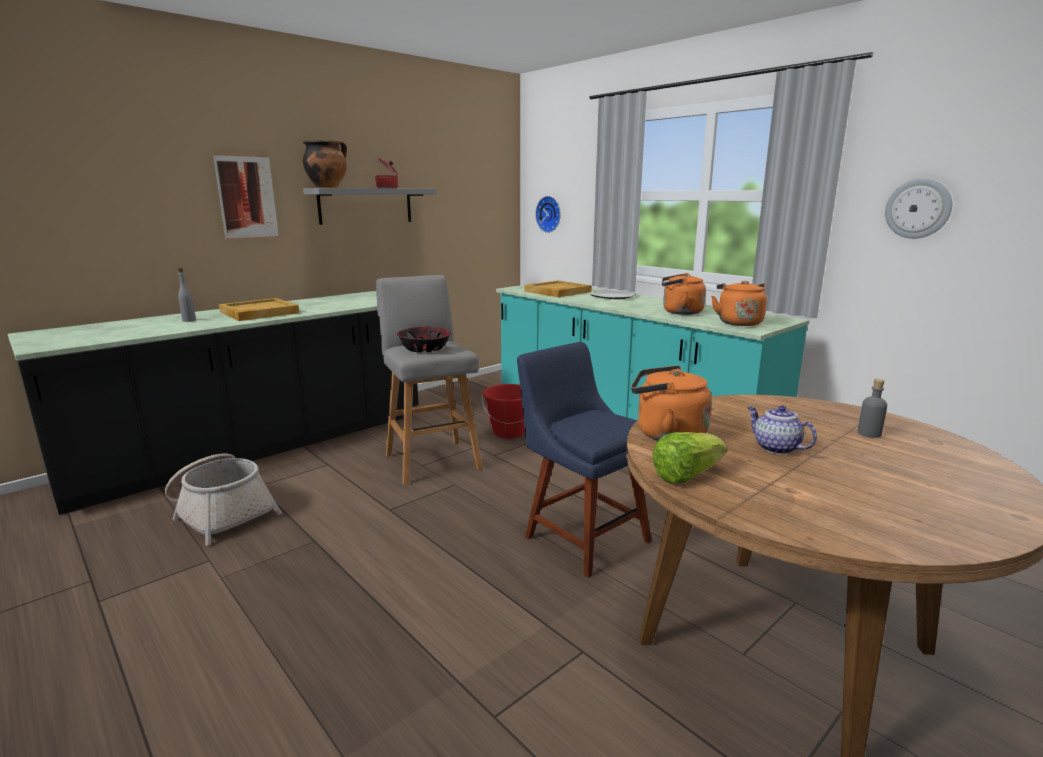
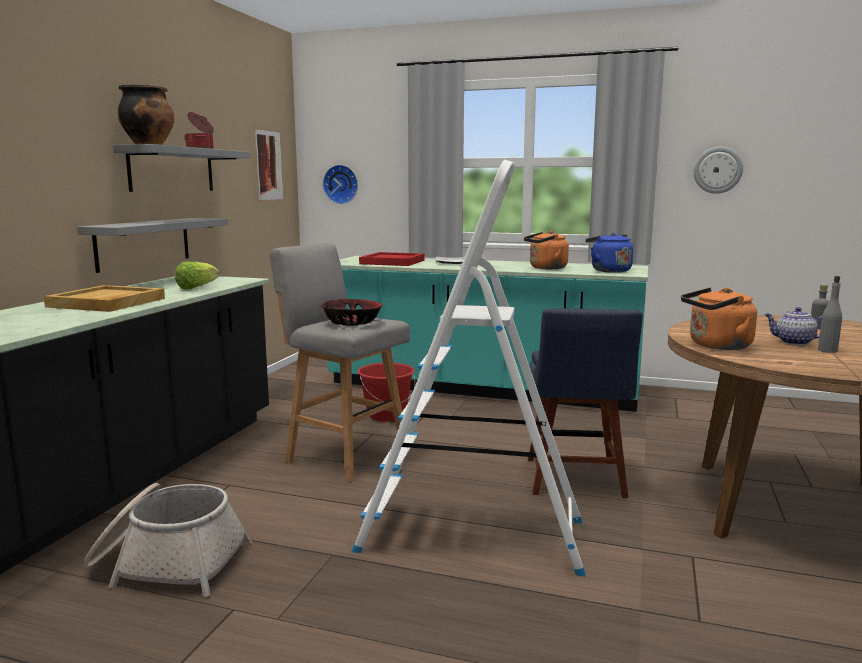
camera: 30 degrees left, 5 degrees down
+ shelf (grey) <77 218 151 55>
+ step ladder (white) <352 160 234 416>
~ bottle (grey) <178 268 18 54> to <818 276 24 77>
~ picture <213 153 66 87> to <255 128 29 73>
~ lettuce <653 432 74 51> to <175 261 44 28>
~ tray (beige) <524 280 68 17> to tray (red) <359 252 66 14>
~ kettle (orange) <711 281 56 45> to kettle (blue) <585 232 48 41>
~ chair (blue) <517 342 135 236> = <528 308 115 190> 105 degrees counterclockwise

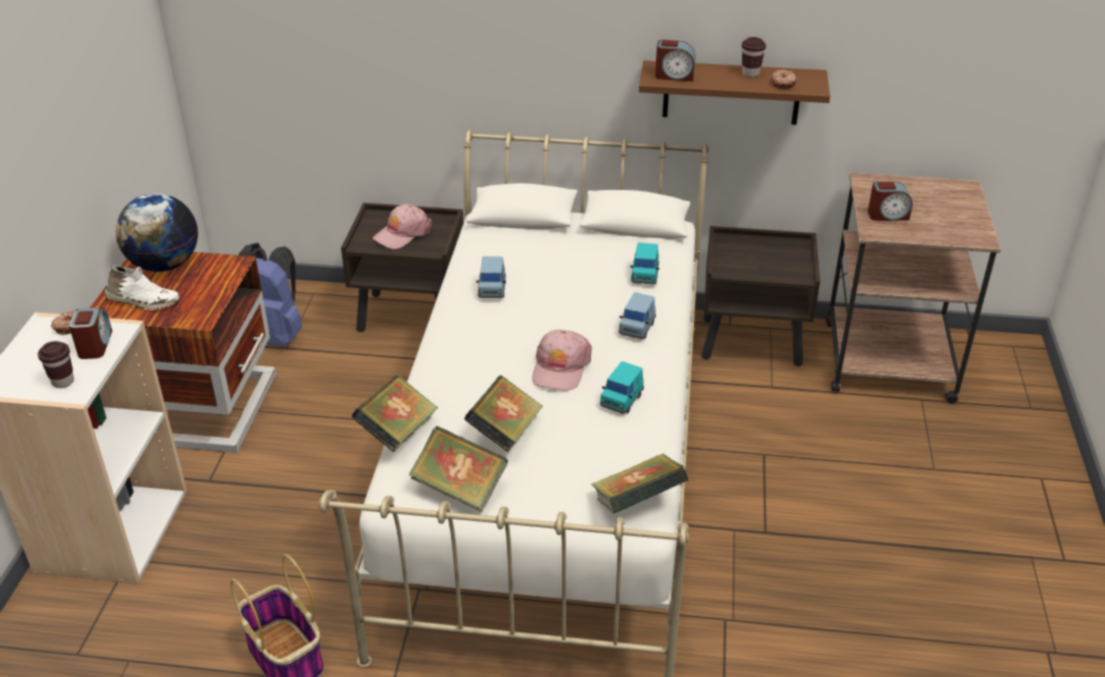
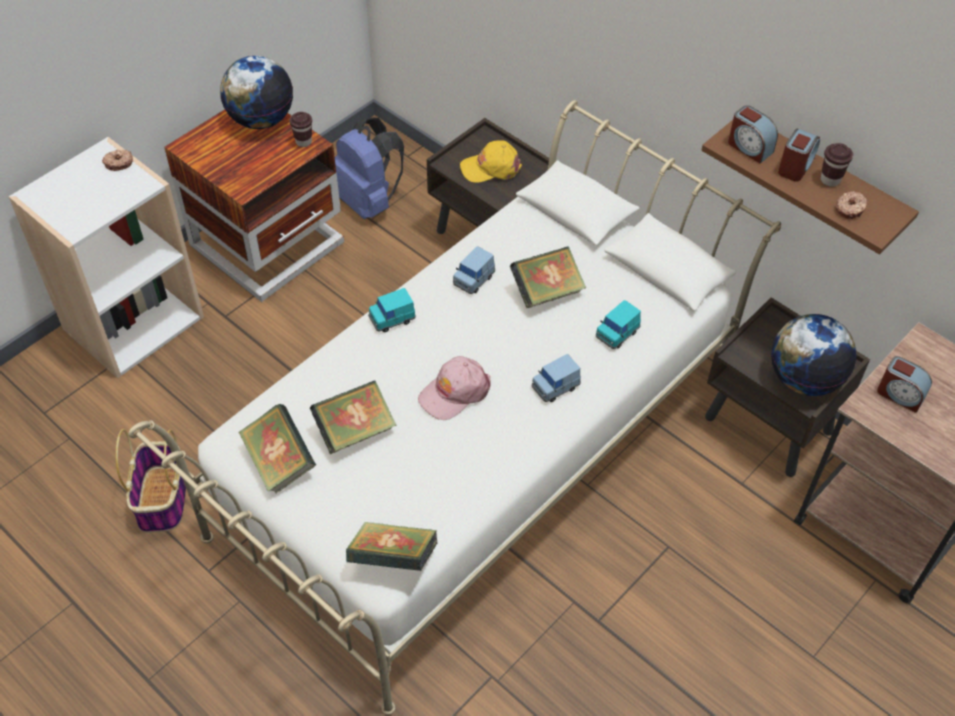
camera: 35 degrees right, 15 degrees up
- shoe (white) <104 265 75 45>
+ globe <771 314 85 82>
~ cup (brown) <38 341 36 47> to <290 112 22 35>
~ alarm clock <69 308 43 51> to <778 129 42 53>
~ book <352 375 86 77> to <510 246 76 62>
~ toy car (turquoise) <600 361 44 52> to <368 288 48 44>
~ cap (pink) <373 204 59 45> to cap (yellow) <460 140 62 43>

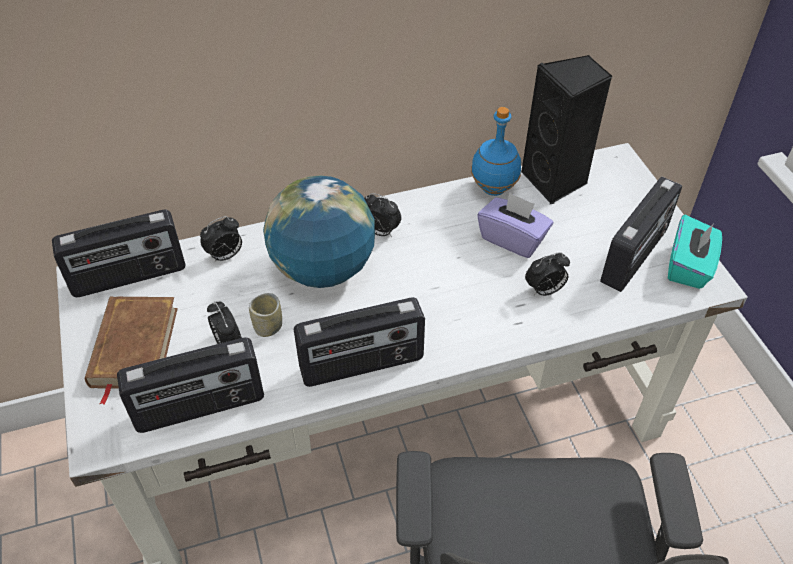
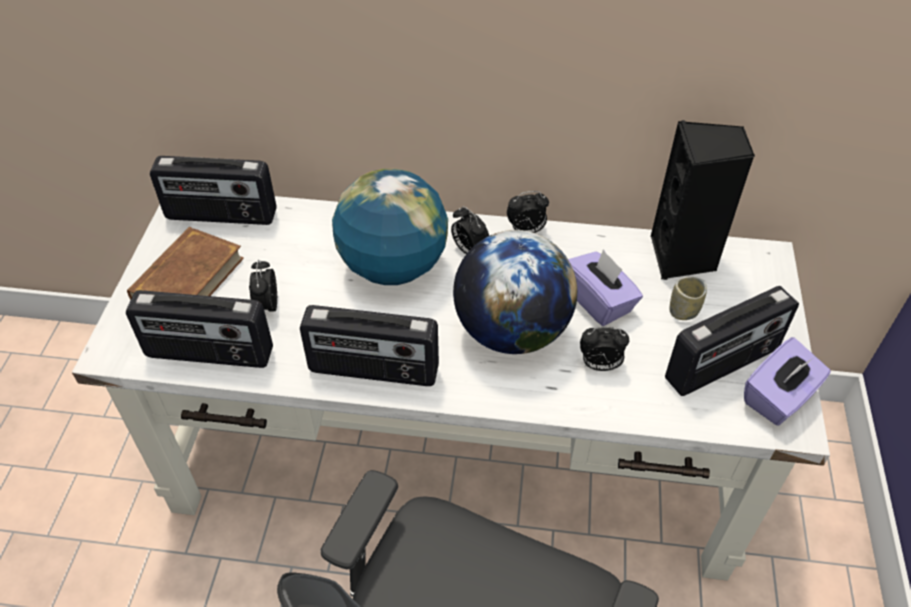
camera: 25 degrees right, 0 degrees up
- bottle (blue) <471 107 50 89>
+ globe <453 230 124 124>
~ alarm clock <200 216 42 47> to <507 191 42 42>
~ cup <249 293 33 44> to <670 277 37 43>
~ tissue box (turquoise) <668 215 54 74> to tissue box (purple) <744 337 87 88>

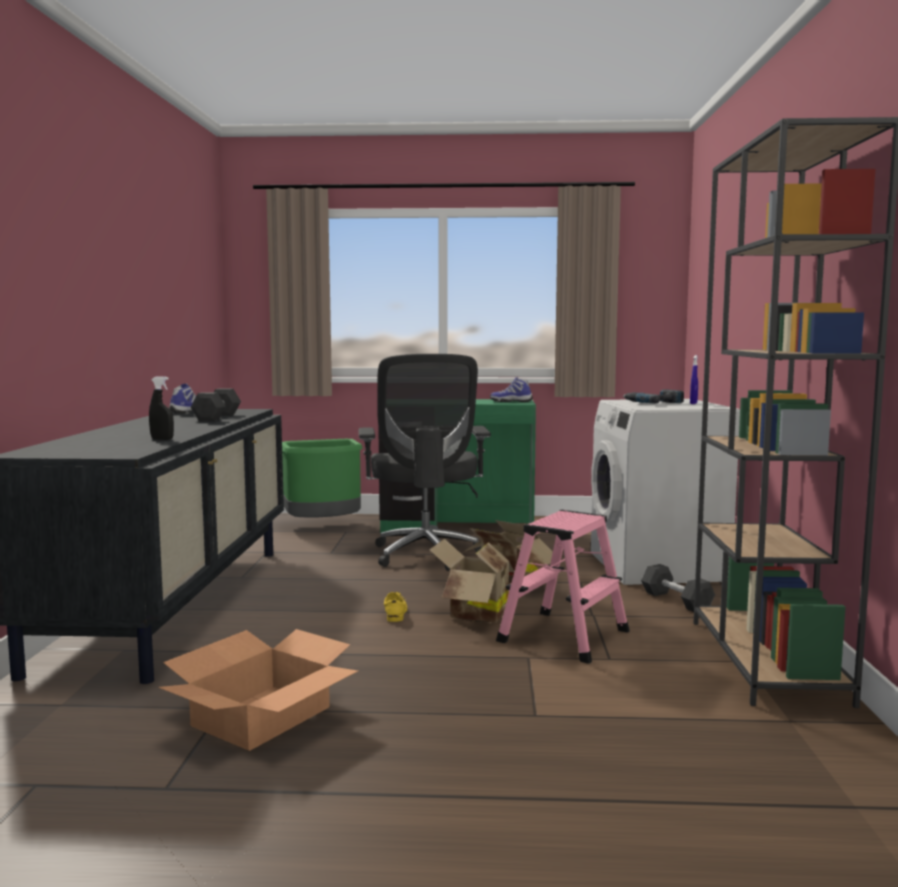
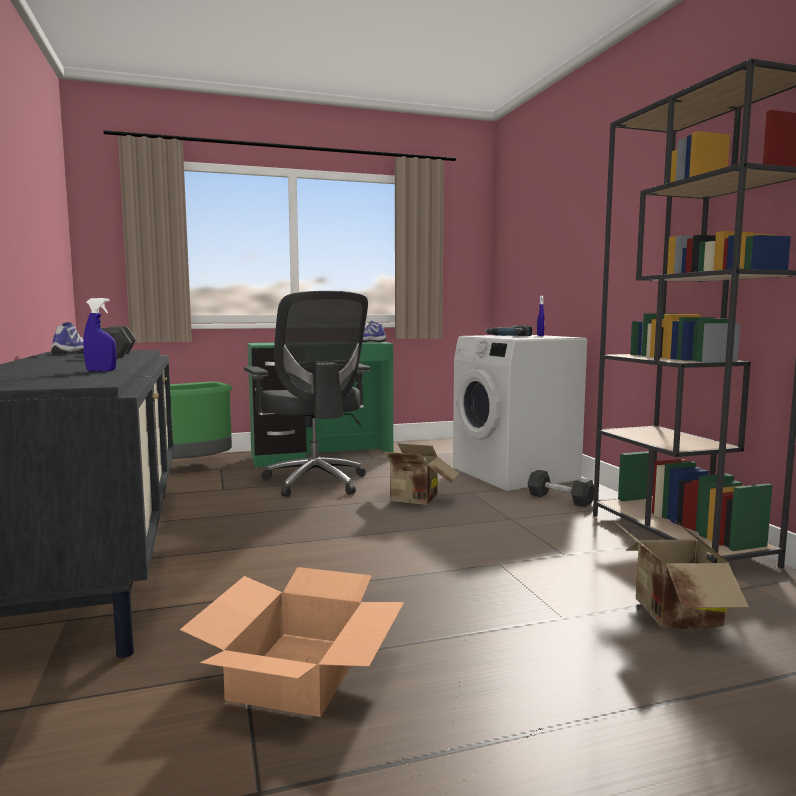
camera: 20 degrees left, 0 degrees up
- shoe (yellow) <384 592 23 30>
- step ladder (pink) <496 509 134 155>
~ cardboard box <429 539 86 84> to <612 519 137 111>
~ spray bottle (black) <149 376 25 64> to spray bottle (blue) <83 298 34 73>

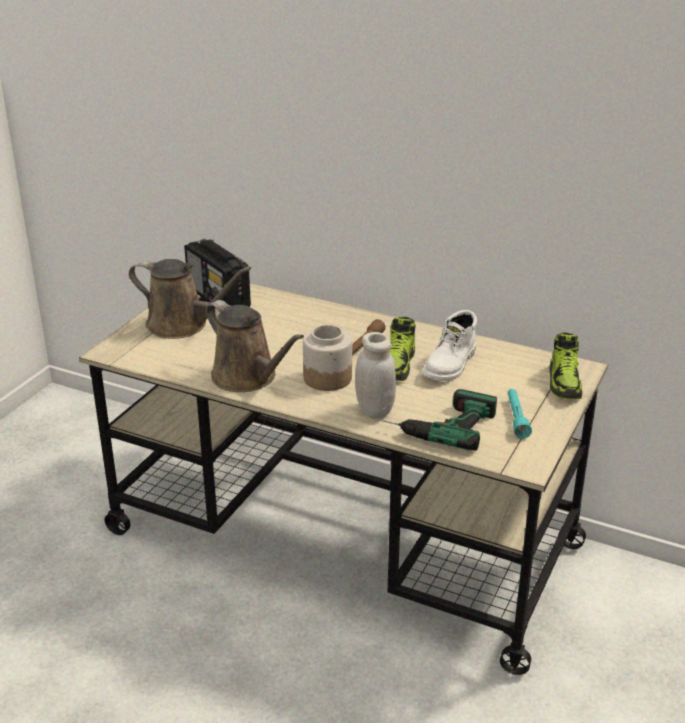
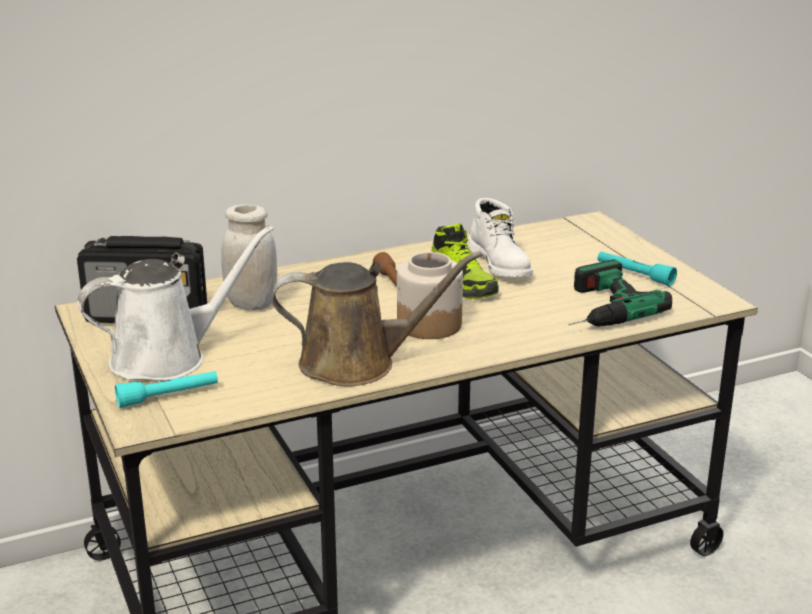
camera: 50 degrees left, 5 degrees down
- shoe <549 332 33 67>
+ flashlight (turquoise) <115 371 103 37>
~ jar (white) <355 332 41 87> to <221 204 56 106>
~ watering can (brown) <129 259 122 80> to watering can (white) <77 225 197 156>

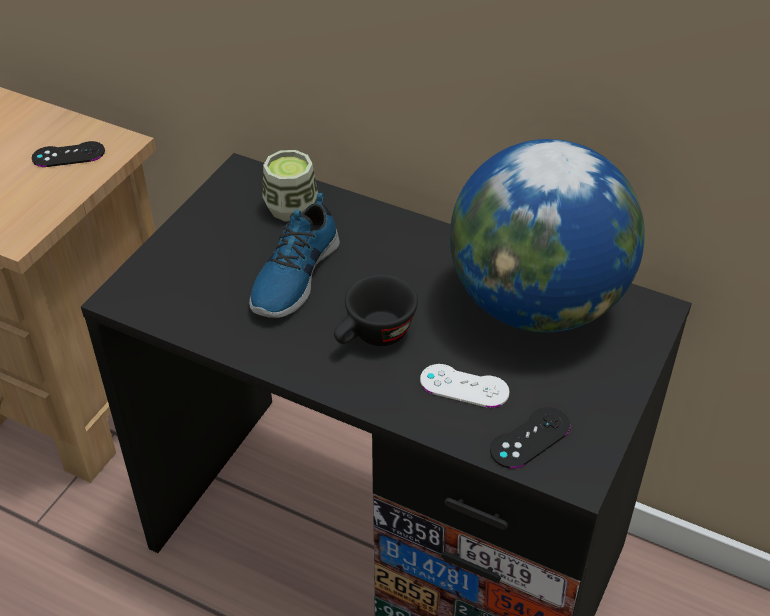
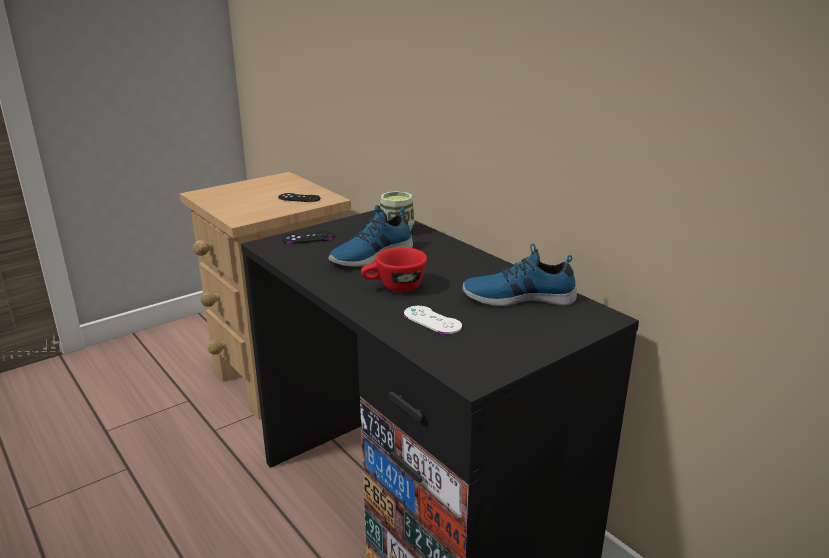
camera: 25 degrees right, 20 degrees down
~ game controller (black) <490 407 80 62> to <282 231 53 13>
~ globe <450 139 195 194> to shoe <462 243 115 63>
~ cup (black) <334 274 84 72> to cup (red) <361 247 66 45>

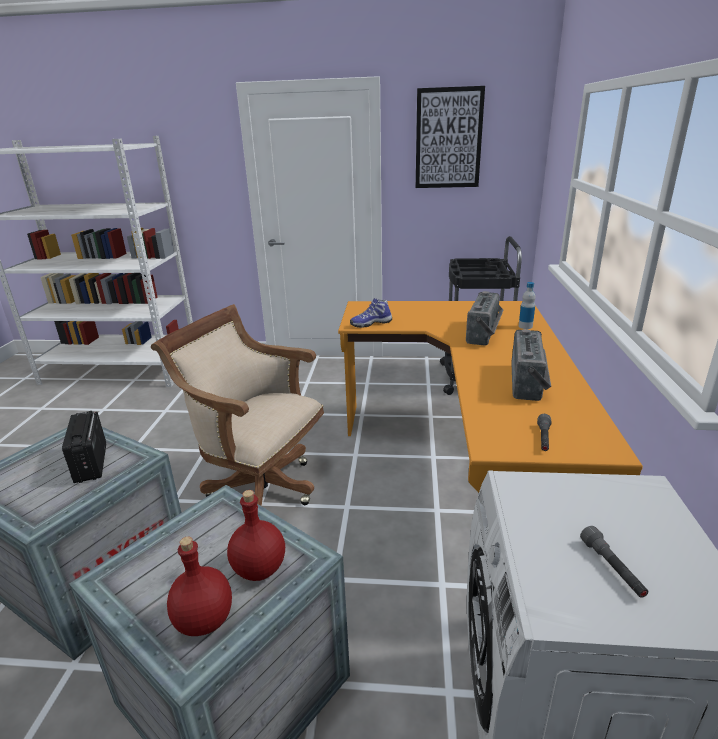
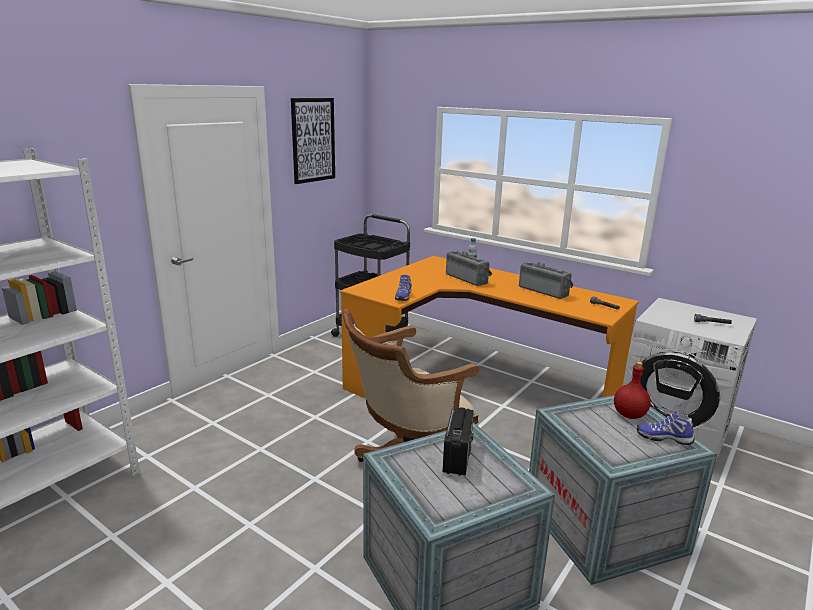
camera: 60 degrees left, 5 degrees down
~ bottle (red) <167 536 65 100> to shoe <637 411 57 34>
~ radio <62 411 44 72> = <443 407 31 69> 90 degrees counterclockwise

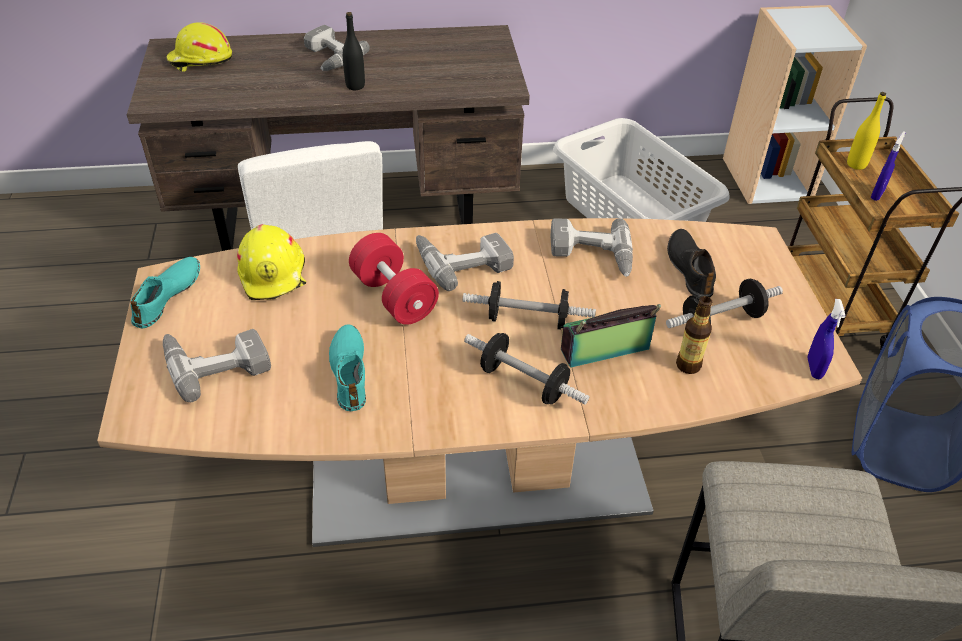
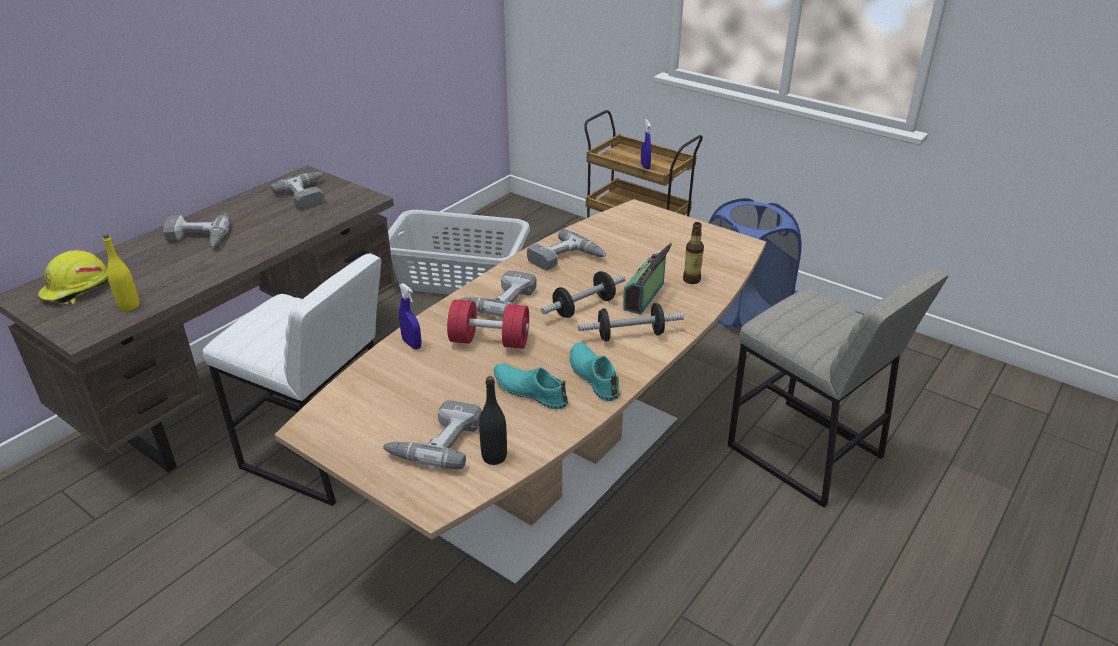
camera: 45 degrees left, 10 degrees down
- hard hat (yellow) <237 224 69 76>
- dumbbell <666 279 117 49>
- shoe (black) <667 229 49 69>
- bookcase <723 5 144 199>
+ power drill <271 172 54 38>
~ shoe (turquoise) <131 257 69 71> to <570 342 50 59>
~ bottle (black) <343 12 22 78> to <479 376 28 89>
~ spray bottle (blue) <807 299 38 80> to <399 283 23 67>
~ bottle (yellow) <847 92 39 78> to <103 234 36 77>

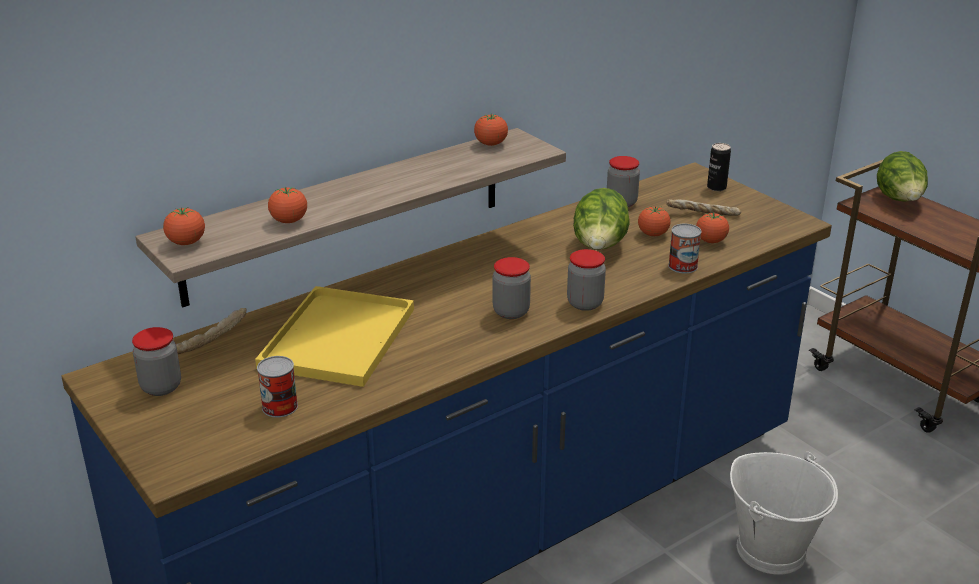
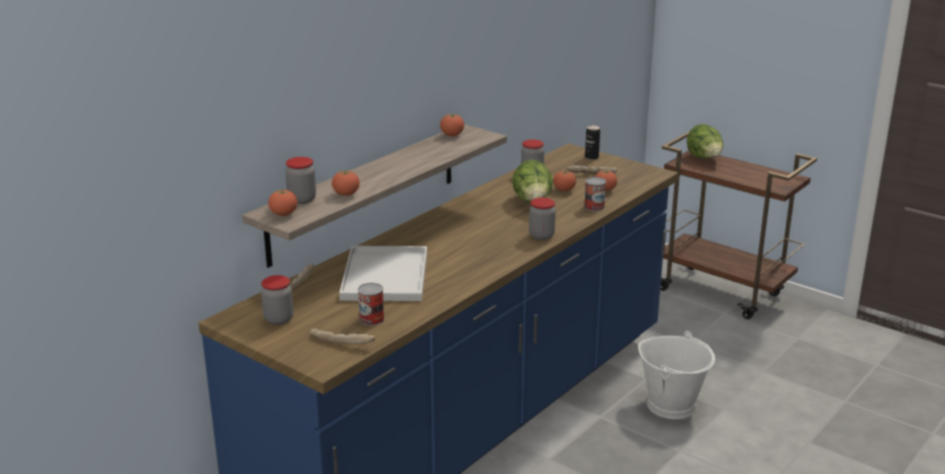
camera: 15 degrees left, 5 degrees down
+ bread <310 329 65 15>
~ jar <493 257 38 62> to <285 157 31 47>
~ tray (yellow) <255 286 159 101> to tray (white) <339 246 88 55>

